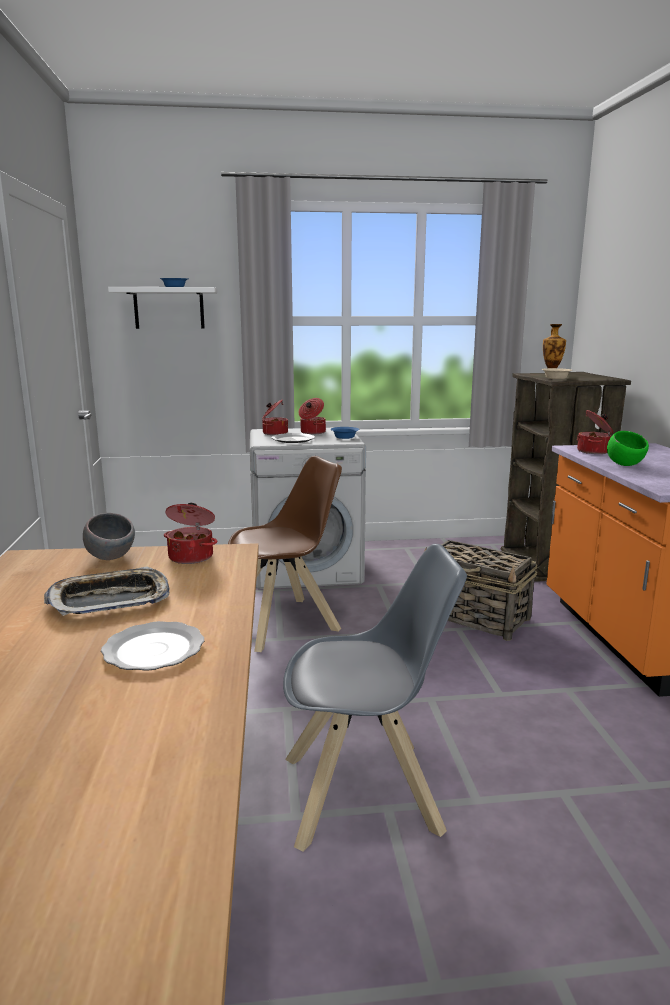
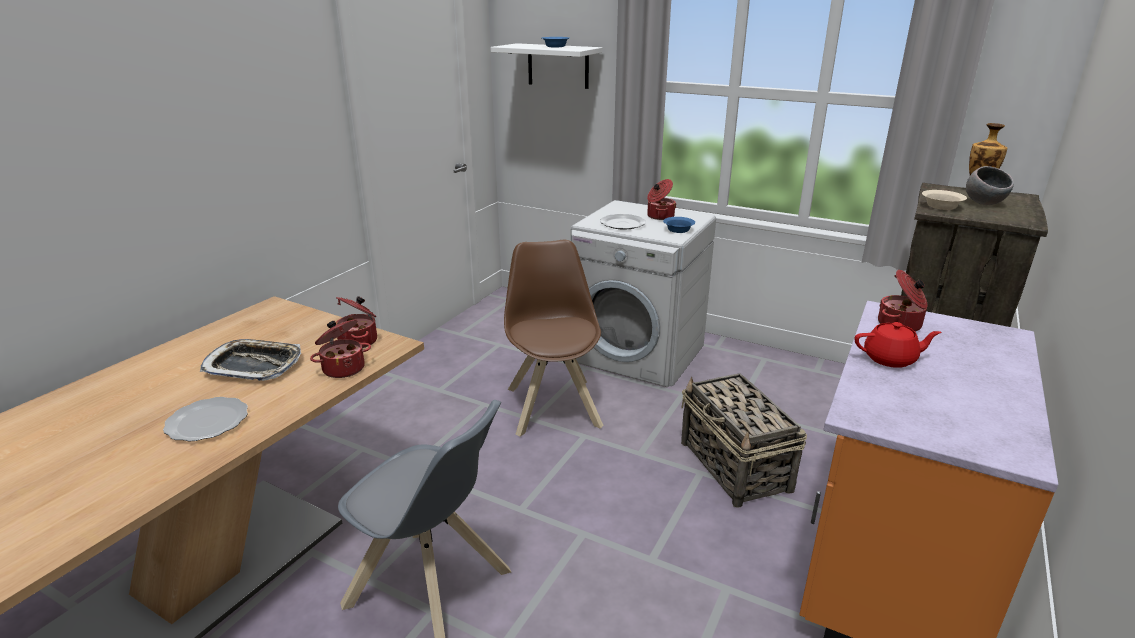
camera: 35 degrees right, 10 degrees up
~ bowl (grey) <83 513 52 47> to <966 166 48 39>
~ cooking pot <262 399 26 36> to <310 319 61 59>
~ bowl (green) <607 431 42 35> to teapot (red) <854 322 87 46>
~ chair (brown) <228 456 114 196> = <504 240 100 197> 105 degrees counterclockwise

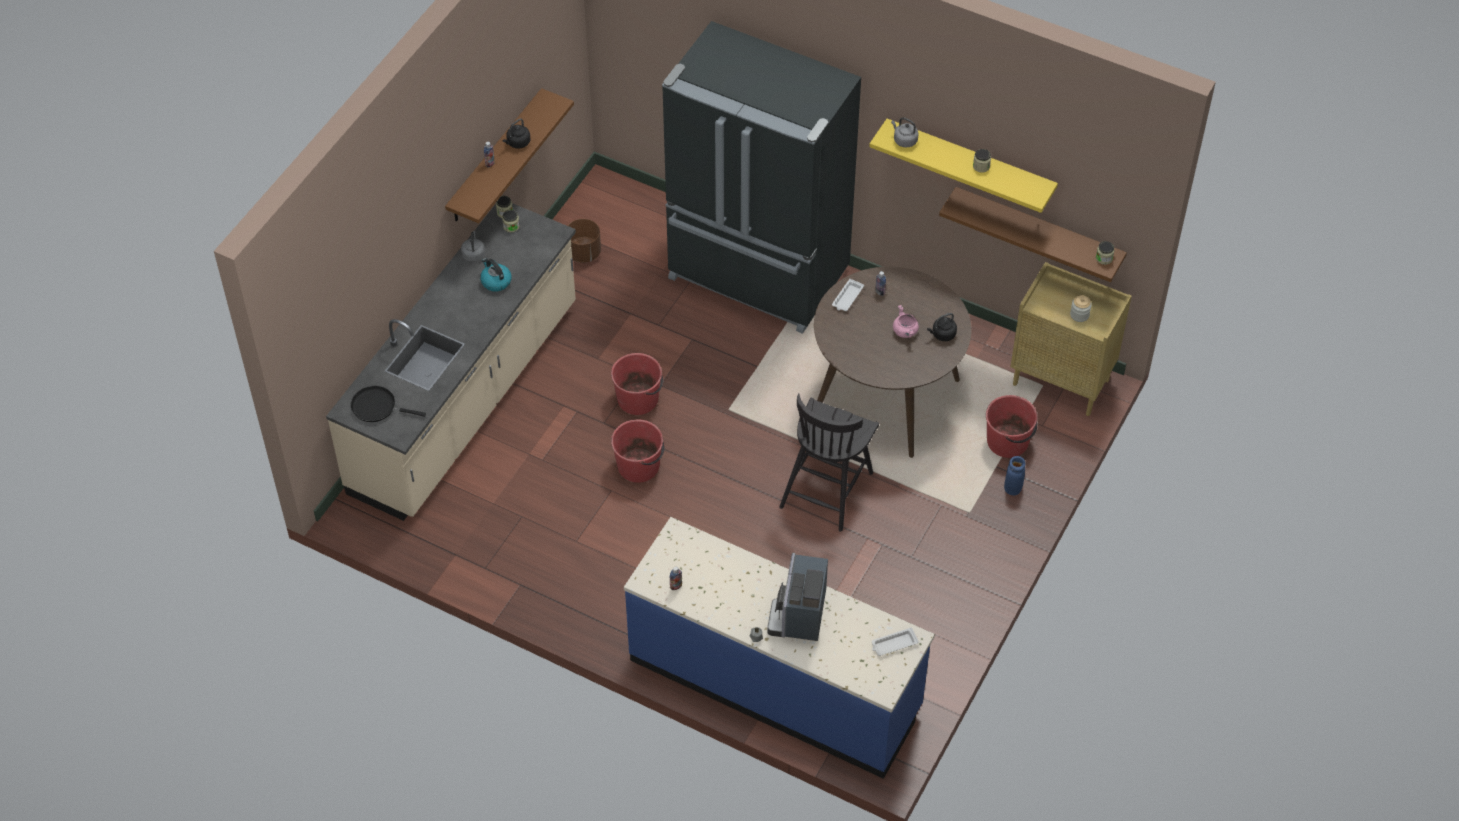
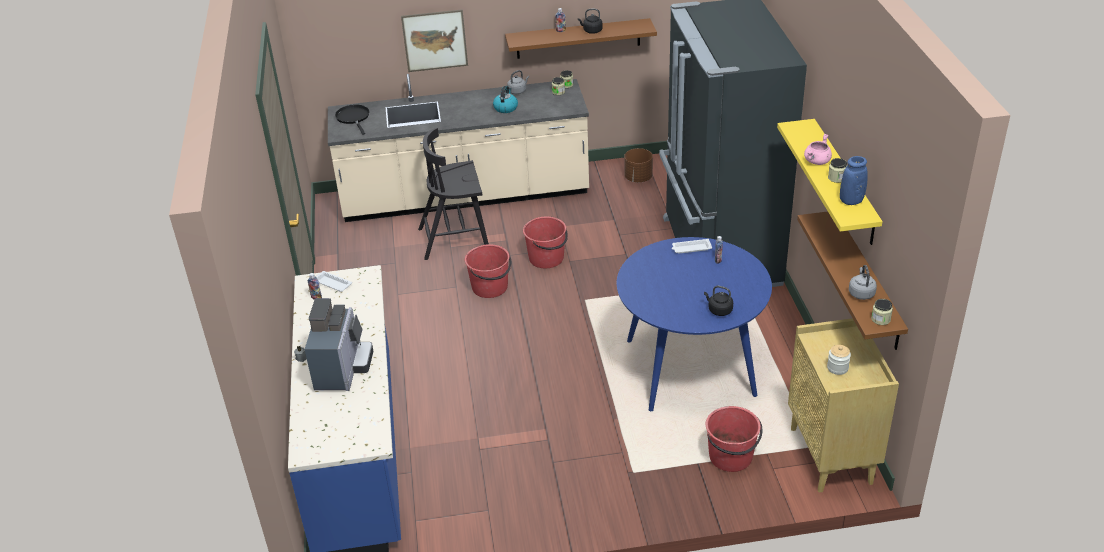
camera: 55 degrees right, 15 degrees down
+ picture <401 10 67 62>
~ chair (black) <779 394 100 138> to <418 128 71 132>
~ tray (white) <871 627 48 29> to <316 271 36 21>
~ kettle (grey) <891 117 28 31> to <849 265 28 35>
~ cooking pot (pink) <893 305 26 33> to <804 134 28 31>
~ vase (blue) <1004 456 21 39> to <840 156 28 49>
~ dining table (brown) <814 267 157 191> to dining table (blue) <617 237 155 174>
~ coffee machine <767 553 61 88> = <305 298 68 93> 120 degrees clockwise

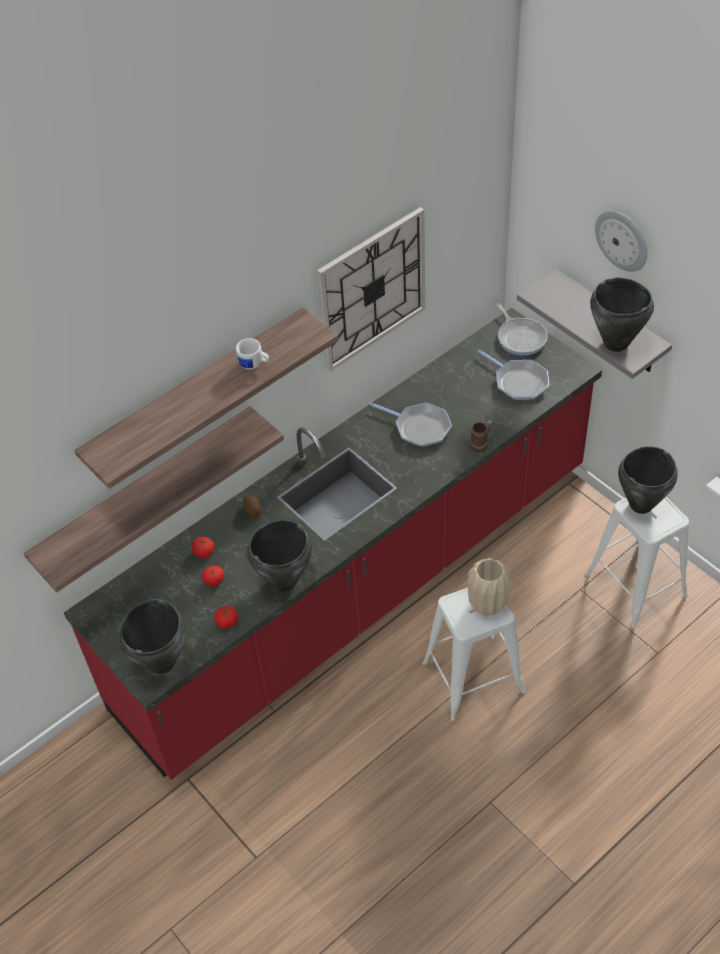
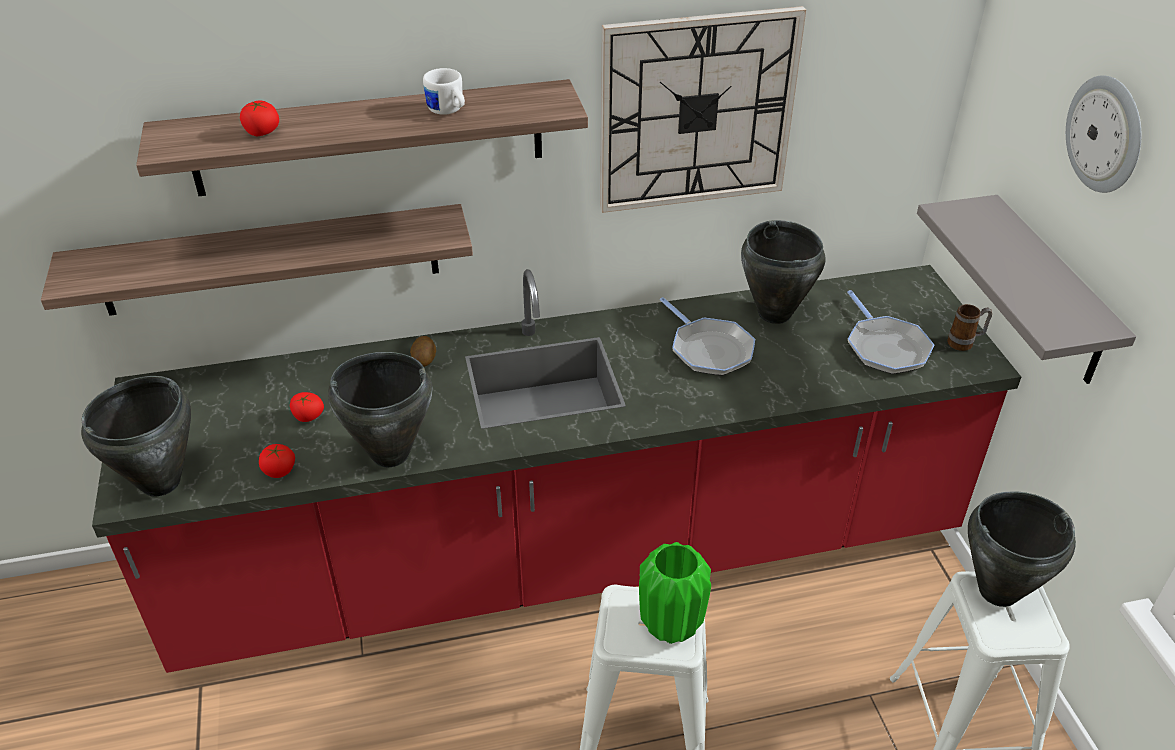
camera: 25 degrees right, 10 degrees down
- frying pan <496 303 52 52>
~ tomato <192 537 22 21> to <240 100 39 36>
~ mug <470 420 24 32> to <947 304 45 47>
~ cooking pot (black) <590 277 64 75> to <741 220 85 104>
~ vase (beige) <468 558 43 58> to vase (green) <639 542 72 102>

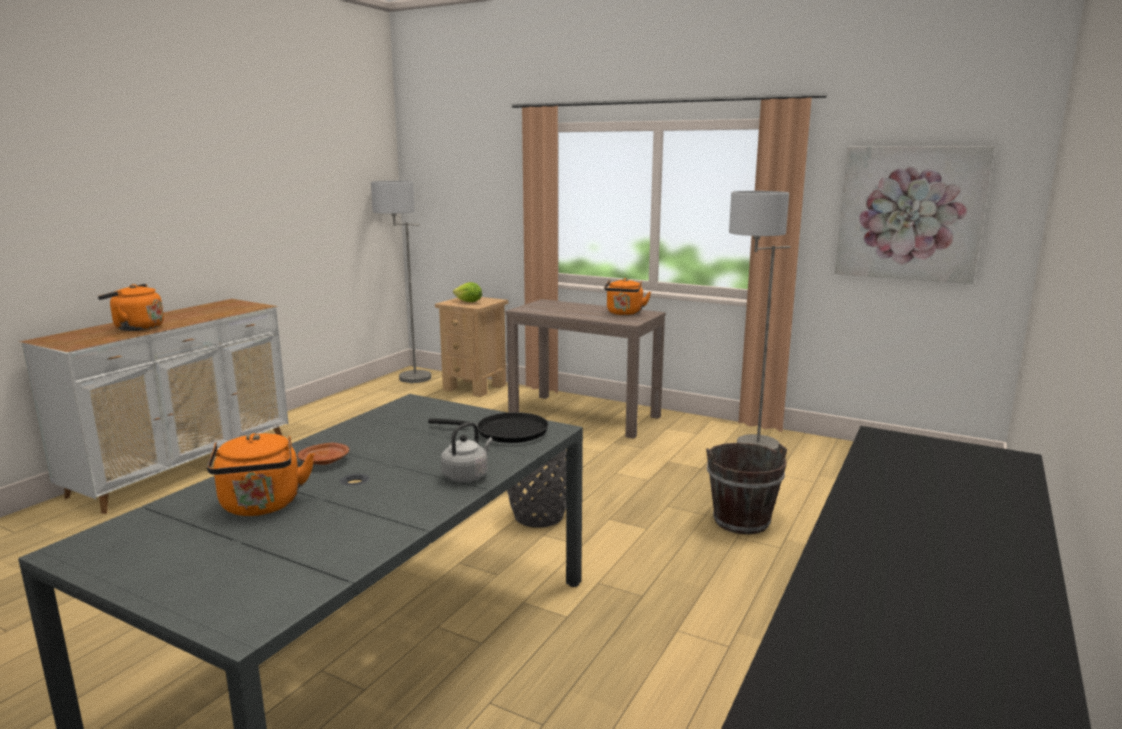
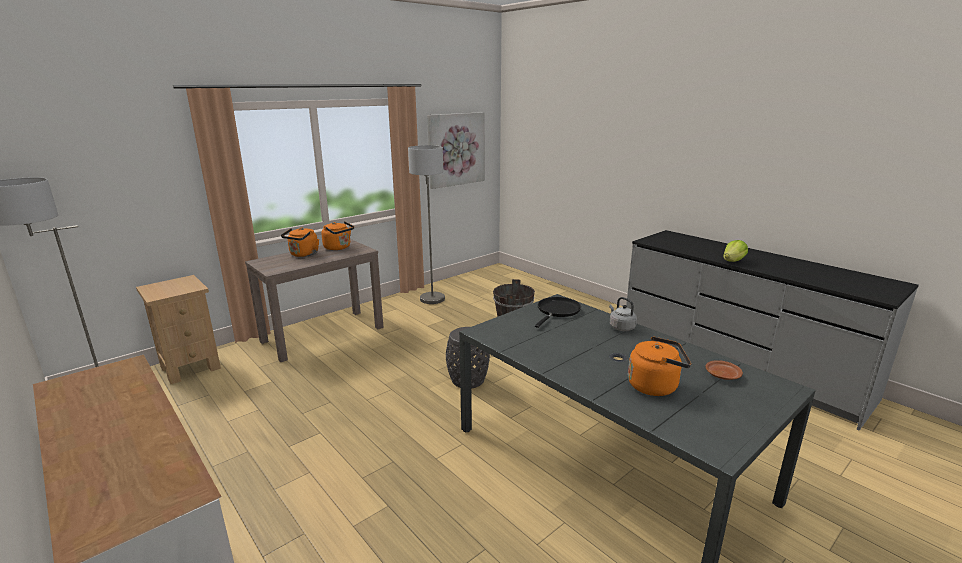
camera: 70 degrees left, 5 degrees up
~ kettle (orange) <98 284 66 47> to <281 227 38 30>
~ plate (brown) <298 443 51 22> to <705 360 38 20>
~ lettuce <453 282 29 20> to <723 240 25 22>

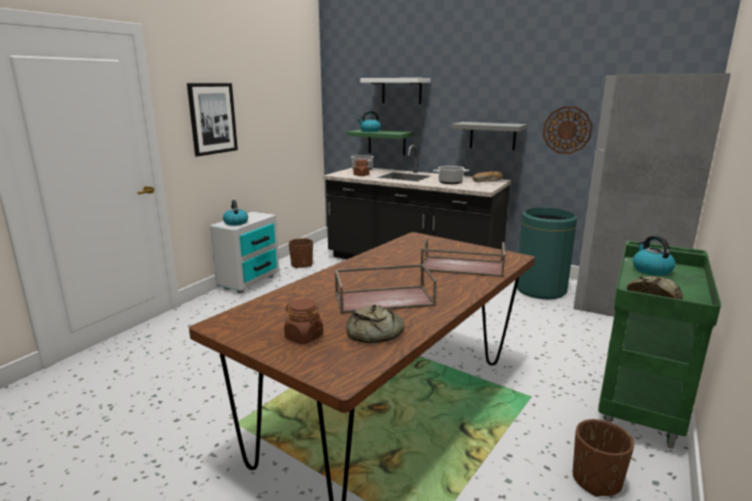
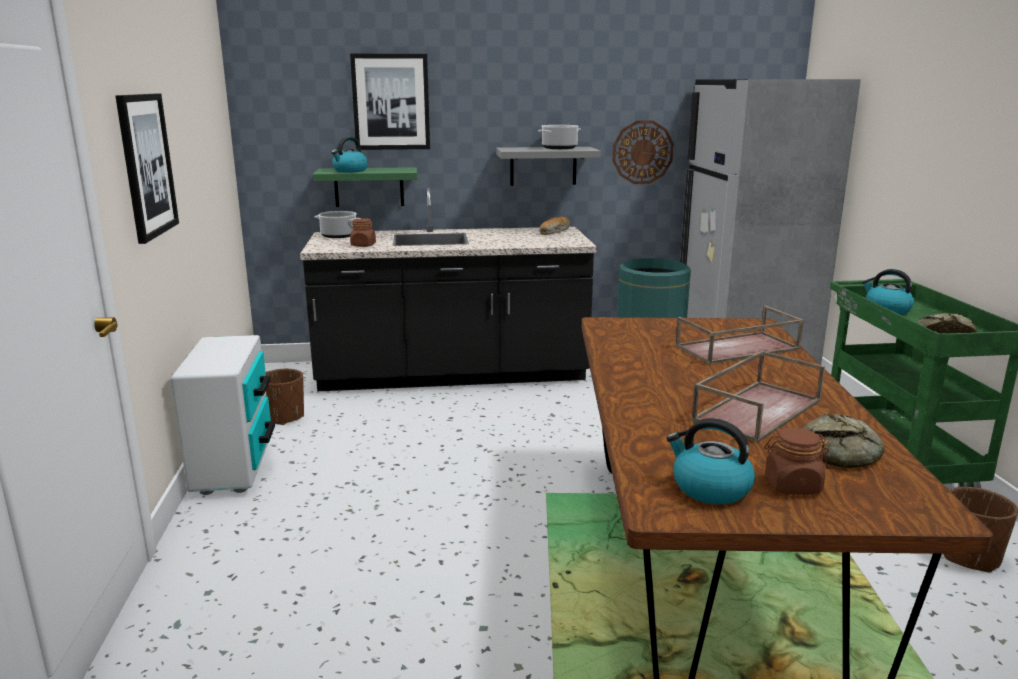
camera: 35 degrees left, 0 degrees up
~ kettle <223 200 25 26> to <667 418 88 86>
~ cooking pot <433 166 36 18> to <538 125 43 24>
~ shelf (white) <360 78 71 26> to picture <350 54 80 96>

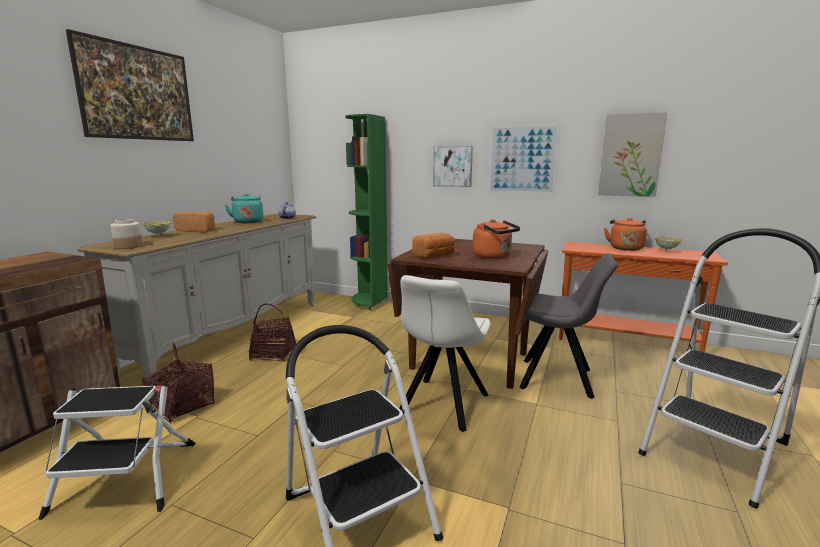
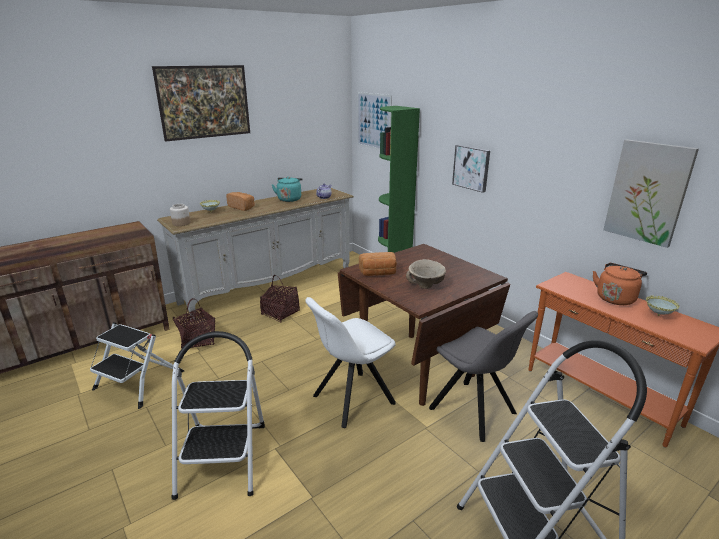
camera: 30 degrees right, 10 degrees up
~ picture <488 124 72 70> to <357 92 35 58>
~ kettle (orange) <473 219 47 40> to bowl (beige) <406 259 40 30>

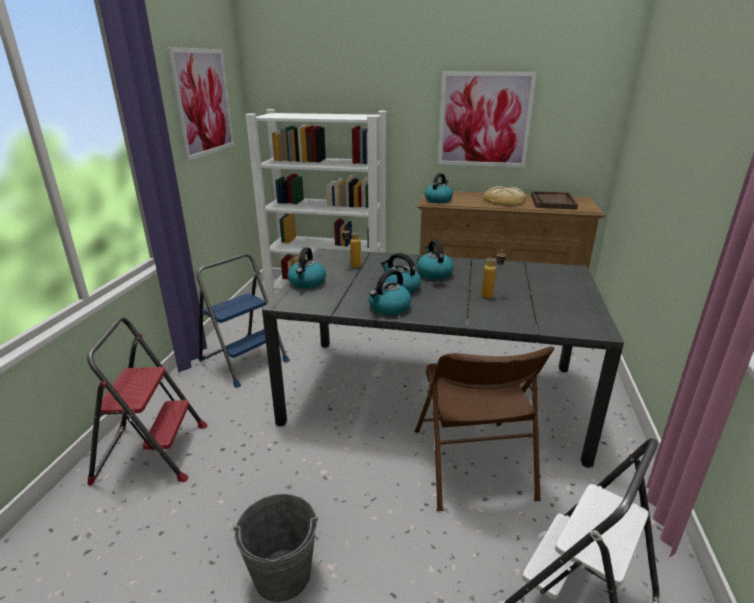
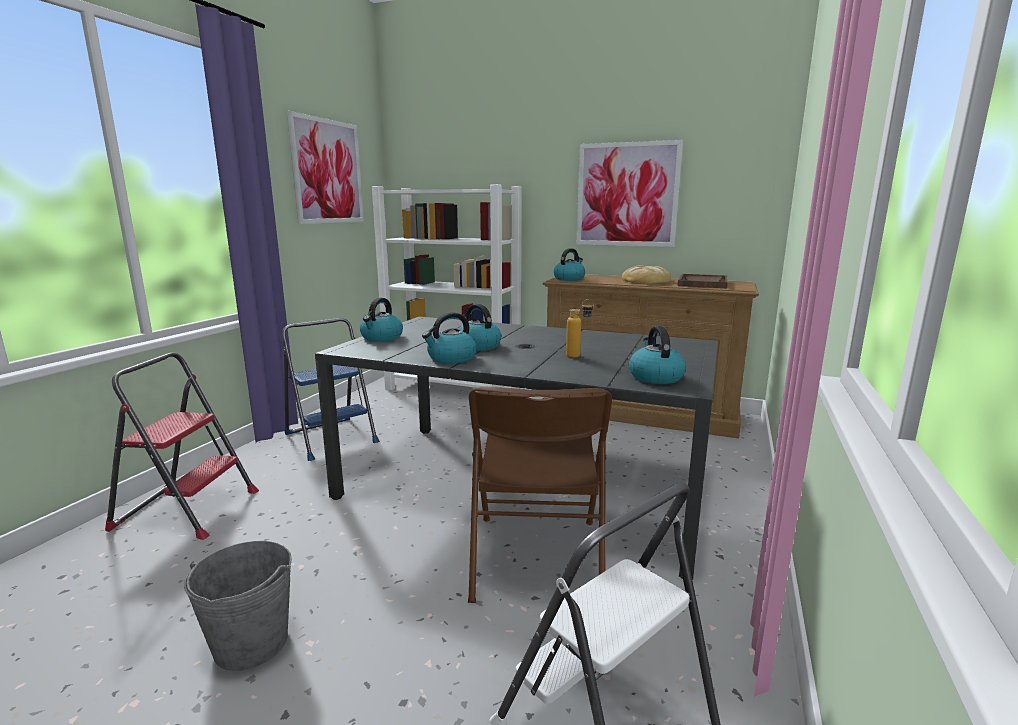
camera: 10 degrees right, 10 degrees down
- bottle <341 227 20 41>
~ kettle <417 240 37 40> to <629 326 57 58>

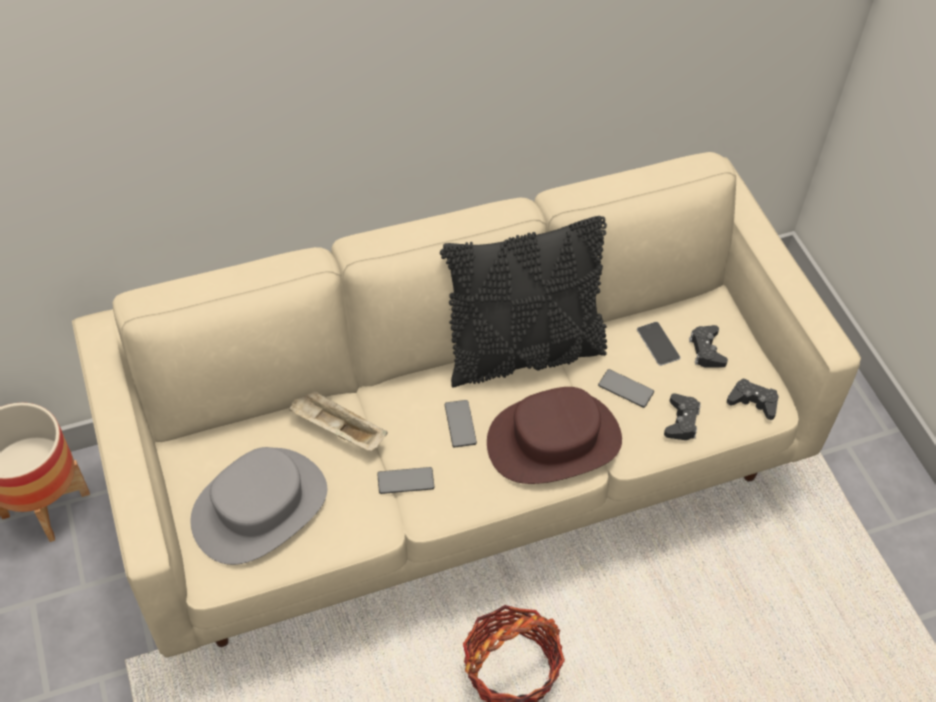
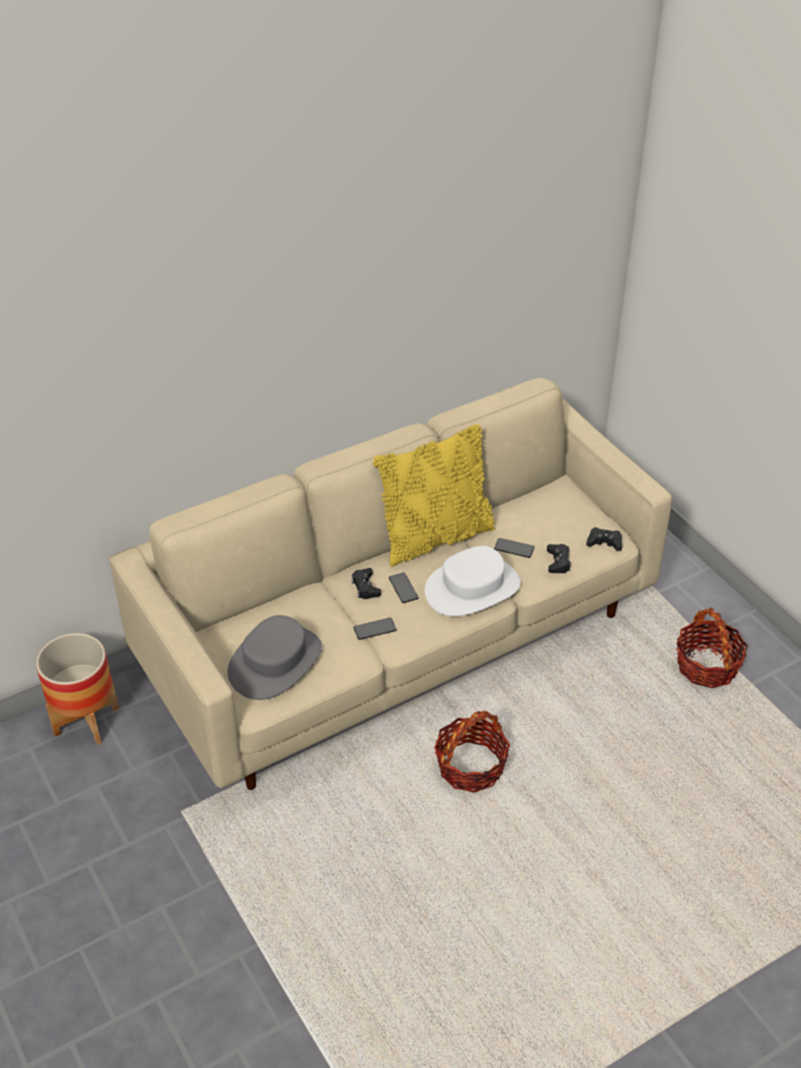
camera: 10 degrees left, 10 degrees down
- tray (beige) <289 391 99 60>
- phone <637 322 43 44>
+ basket <676 608 72 80>
~ game controller (black) <689 325 39 43> to <351 568 30 31>
~ pillow (black) <440 216 167 171> to pillow (yellow) <373 424 122 143>
~ hat (brown) <487 387 135 97> to hat (white) <425 546 96 71>

